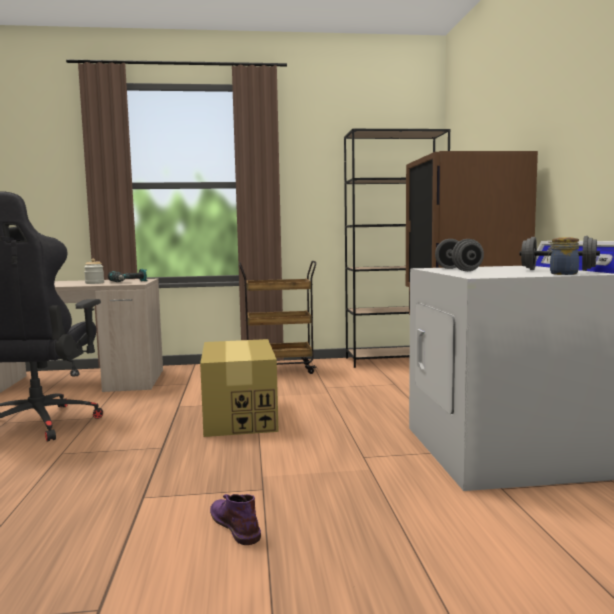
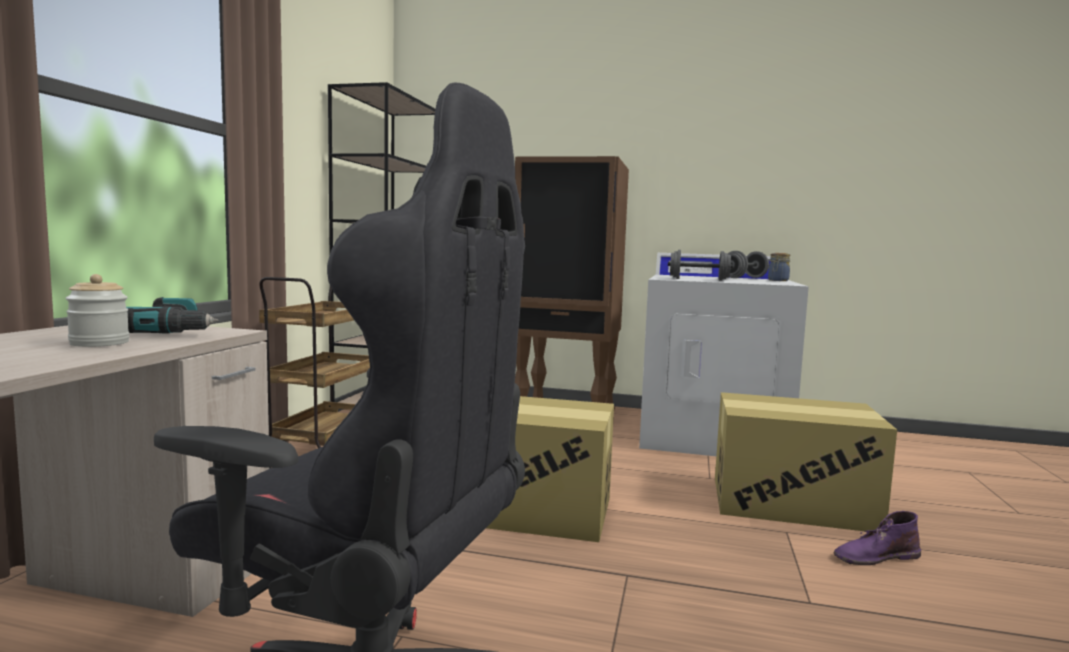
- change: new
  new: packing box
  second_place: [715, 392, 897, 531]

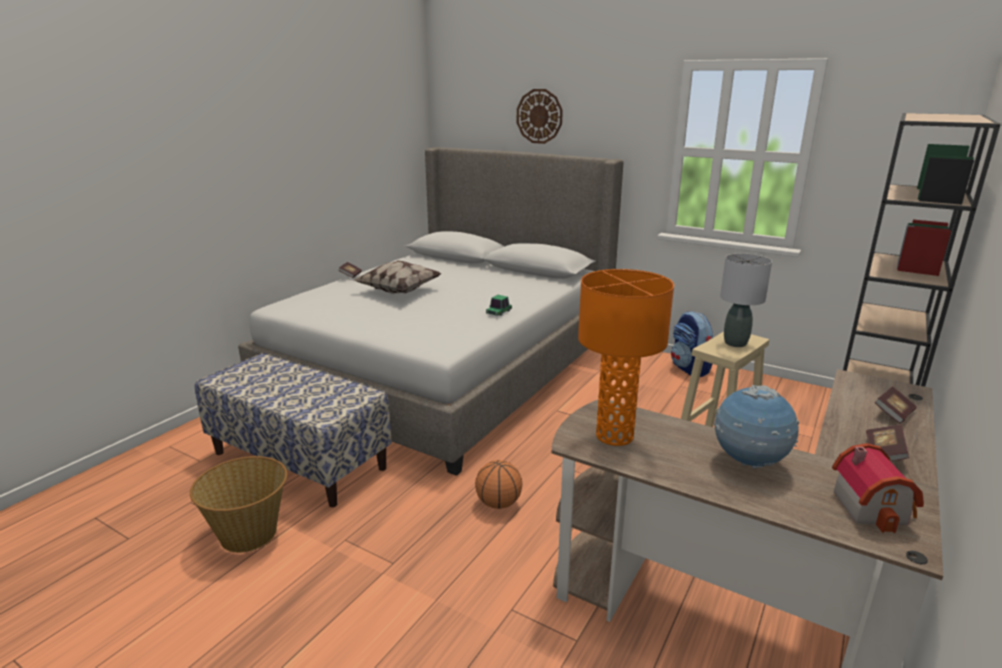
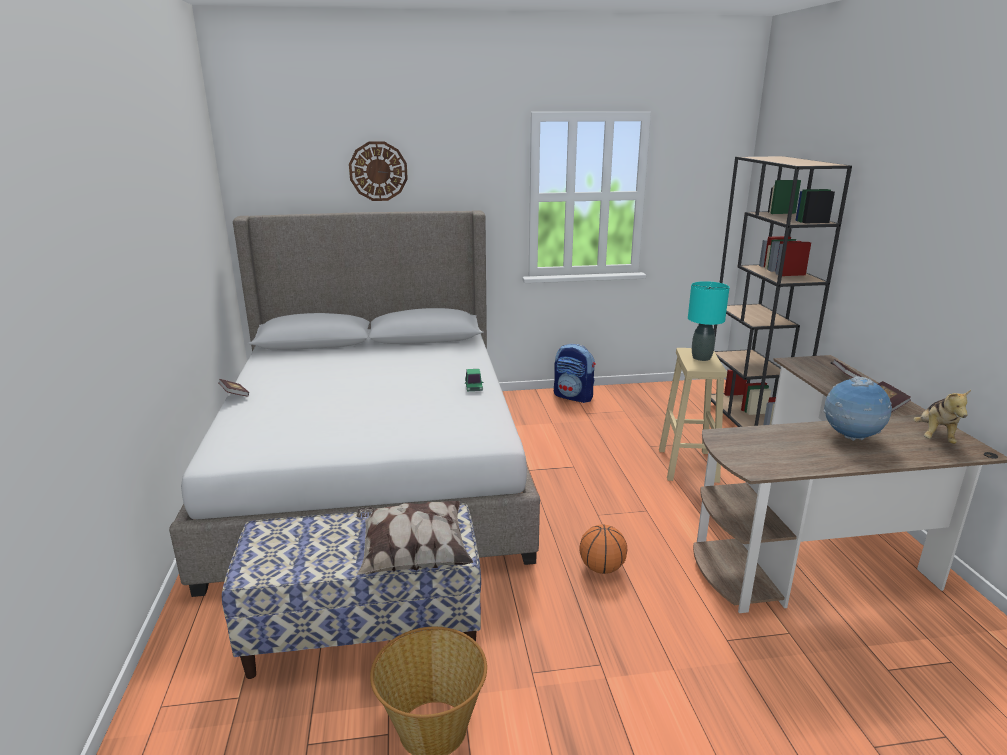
- change: gone
  old: orangey table lamp
  first_place: [578, 269, 674, 446]
- change: shifted
  old: throw pillow
  first_place: [354, 260, 442, 294]
  second_place: [356, 501, 474, 575]
- change: swapped
  old: miniature house
  new: soft toy
  first_place: [832, 443, 924, 533]
  second_place: [913, 390, 971, 444]
- change: repainted
  old: greyish table lamp
  new: blue-green table lamp
  first_place: [720, 253, 772, 347]
  second_place: [688, 281, 729, 361]

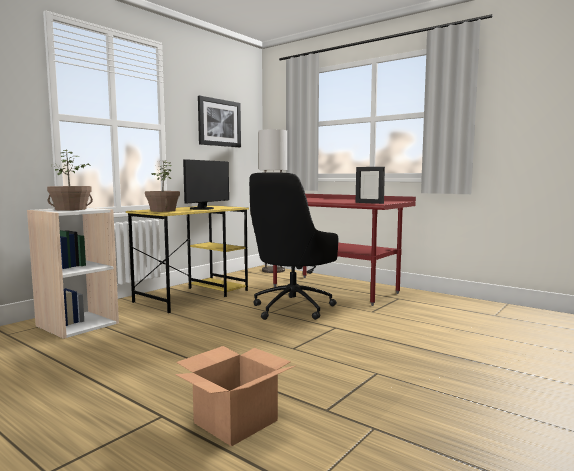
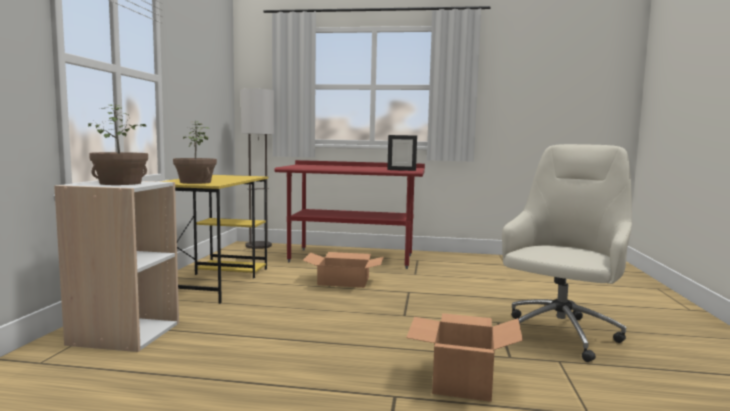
- change: gone
  old: computer display
  first_place: [183, 159, 229, 210]
- change: gone
  old: wall picture
  first_place: [198, 95, 241, 147]
- change: new
  new: beige desk chair
  second_place: [502, 144, 632, 362]
- change: swapped
  old: black desk chair
  new: packing box
  first_place: [249, 172, 339, 320]
  second_place: [303, 252, 384, 288]

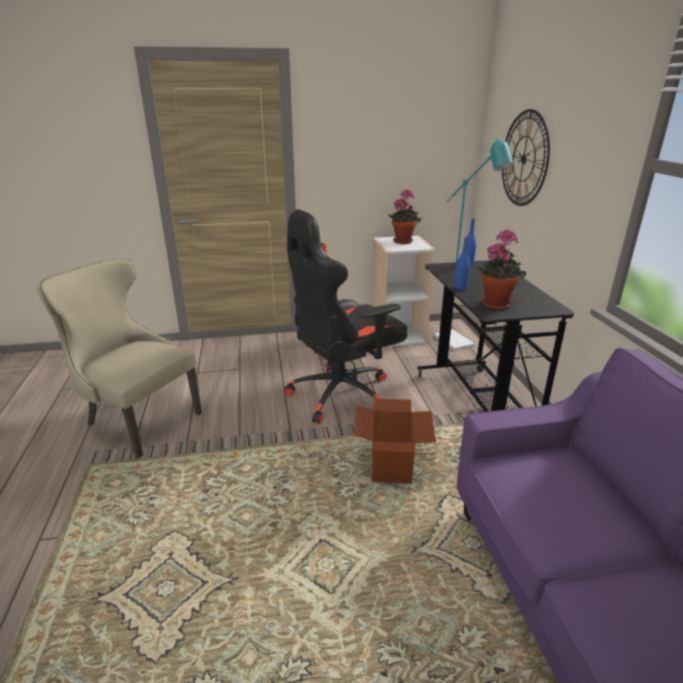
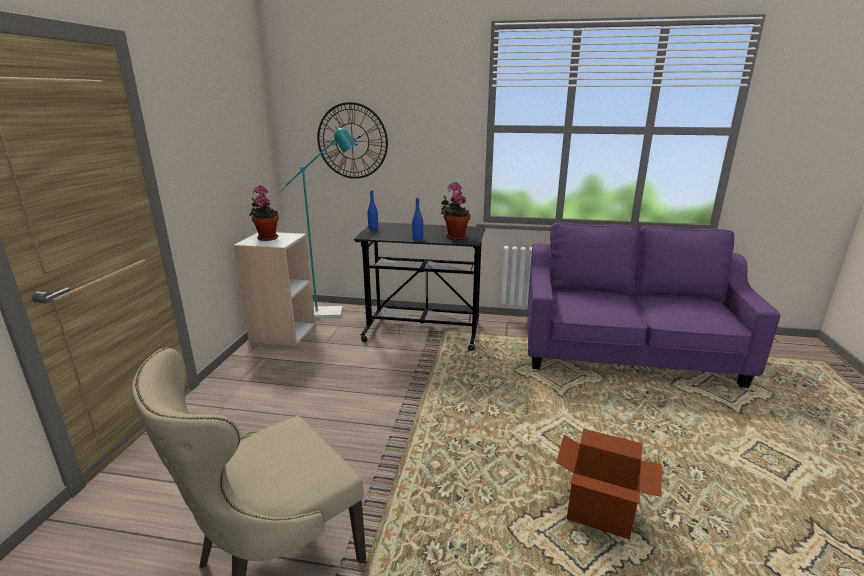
- change: gone
  old: black desk chair
  first_place: [284, 209, 407, 424]
- change: shifted
  old: packing box
  first_place: [354, 398, 436, 483]
  second_place: [556, 429, 662, 540]

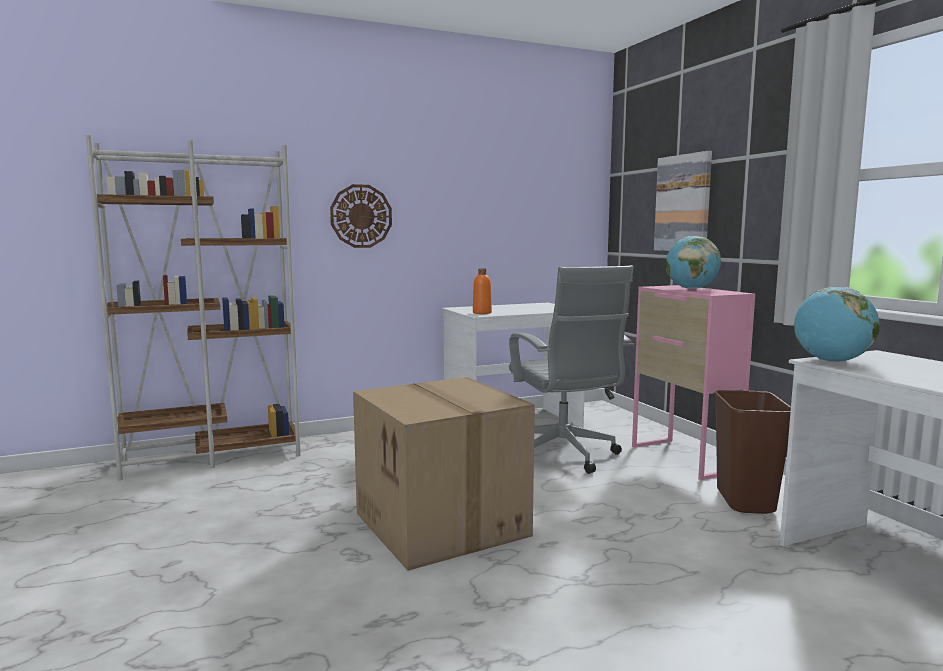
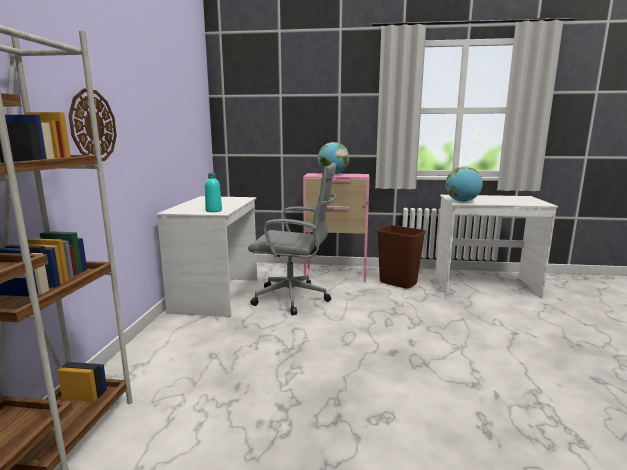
- change: gone
  old: packing box
  first_place: [353, 377, 535, 571]
- change: gone
  old: wall picture
  first_place: [654, 151, 712, 251]
- change: repainted
  old: orangey drink bottle
  new: blue-green drink bottle
  first_place: [473, 269, 492, 314]
  second_place: [205, 173, 222, 212]

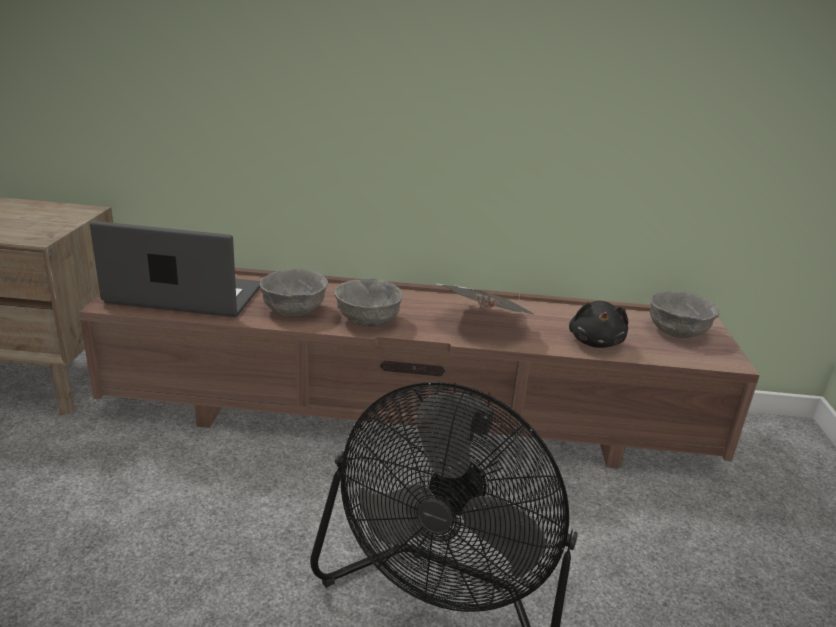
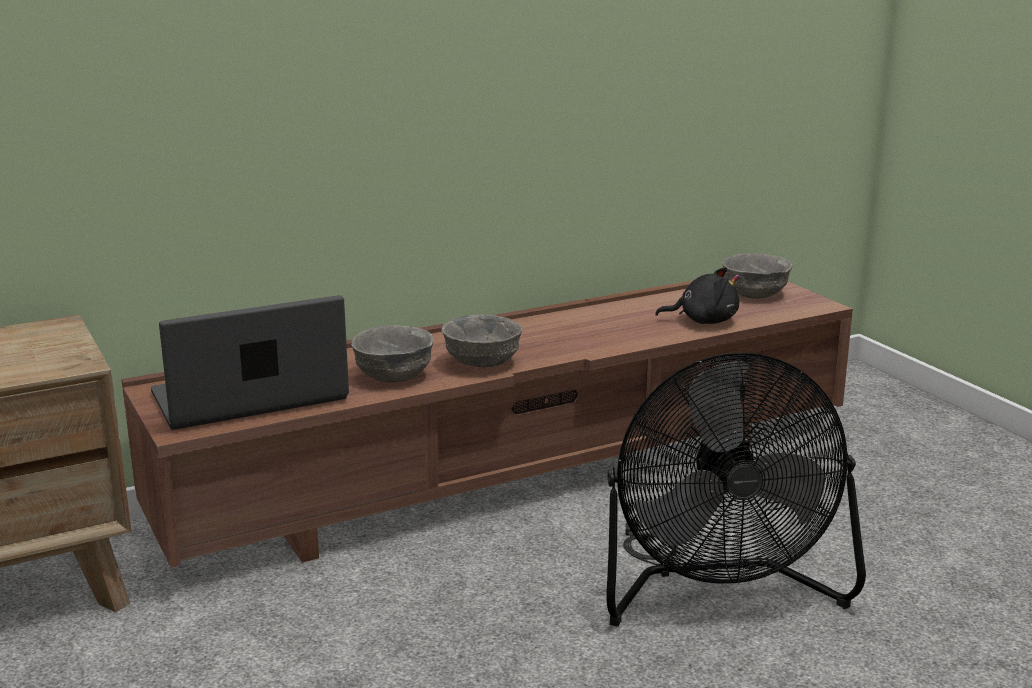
- change: gone
  old: printed paper
  first_place: [436, 283, 533, 314]
- change: rotated
  old: black soft toy
  first_place: [569, 301, 628, 348]
  second_place: [655, 267, 739, 324]
  degrees: -60

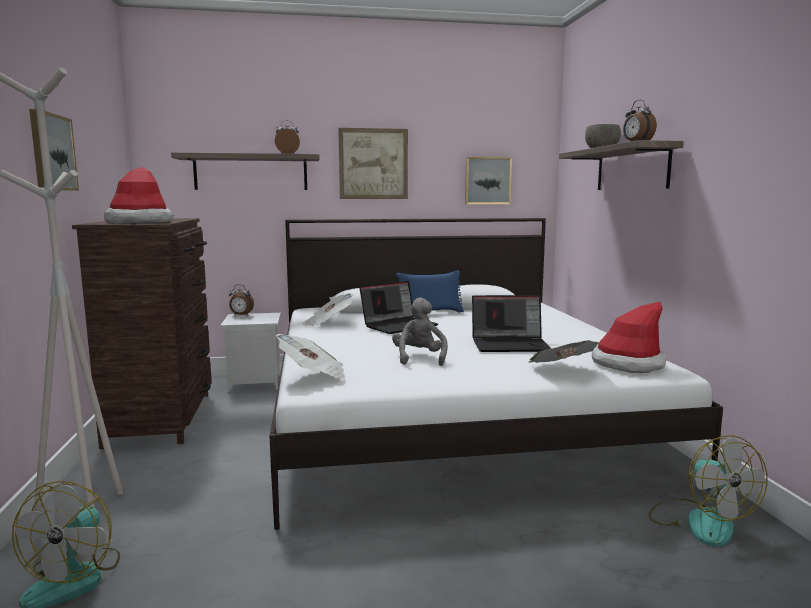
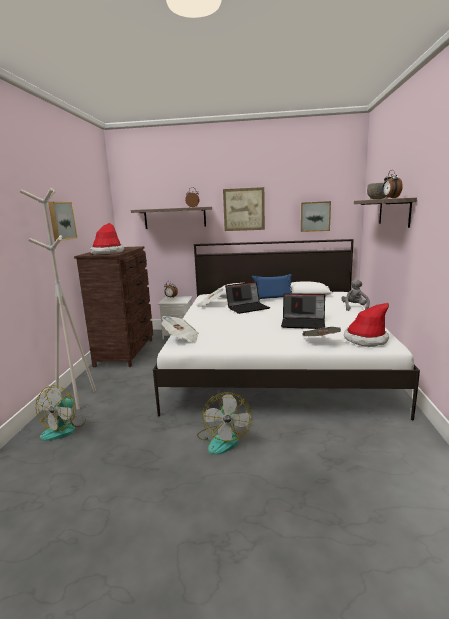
- change: shifted
  old: greyish soft toy
  first_place: [392, 297, 448, 366]
  second_place: [341, 279, 370, 311]
- change: shifted
  old: fan
  first_place: [649, 435, 768, 546]
  second_place: [197, 392, 252, 455]

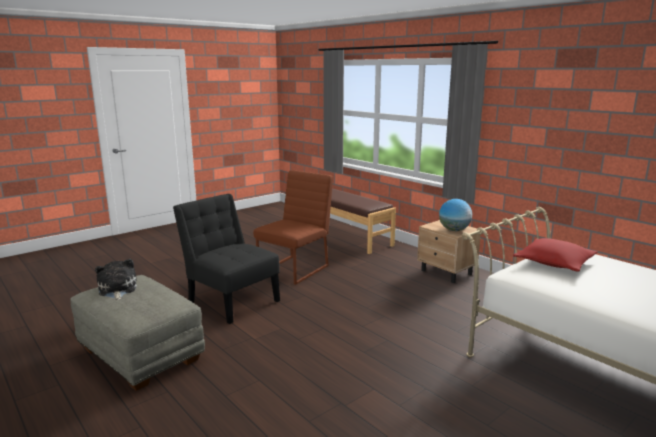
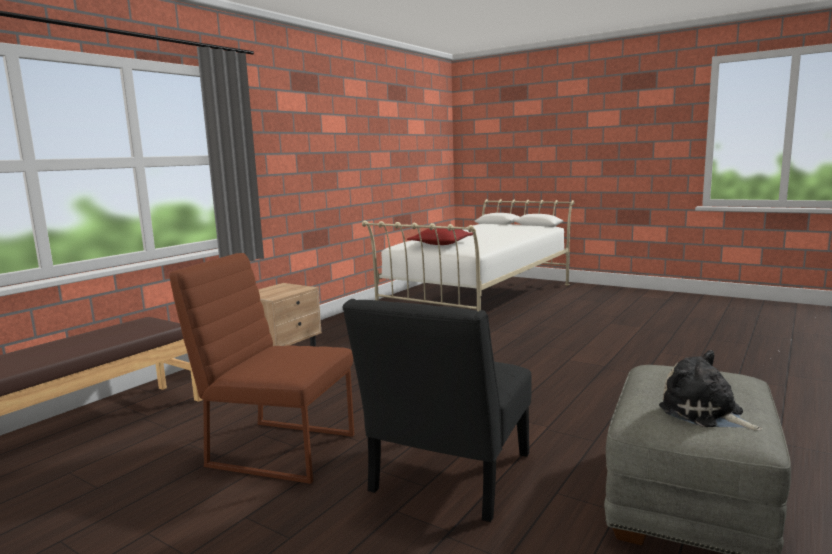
- change: gone
  old: world globe
  first_place: [439, 199, 472, 231]
- change: rotated
  old: soft toy
  first_place: [95, 259, 137, 300]
  second_place: [659, 350, 763, 431]
  degrees: 90

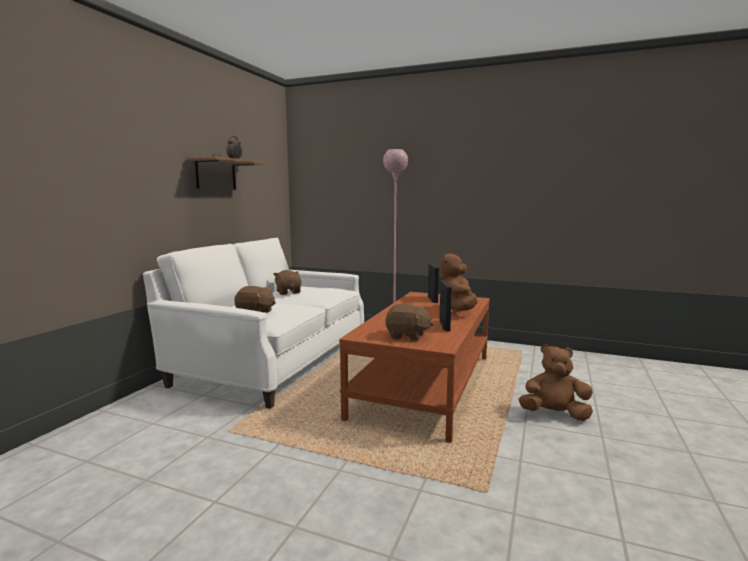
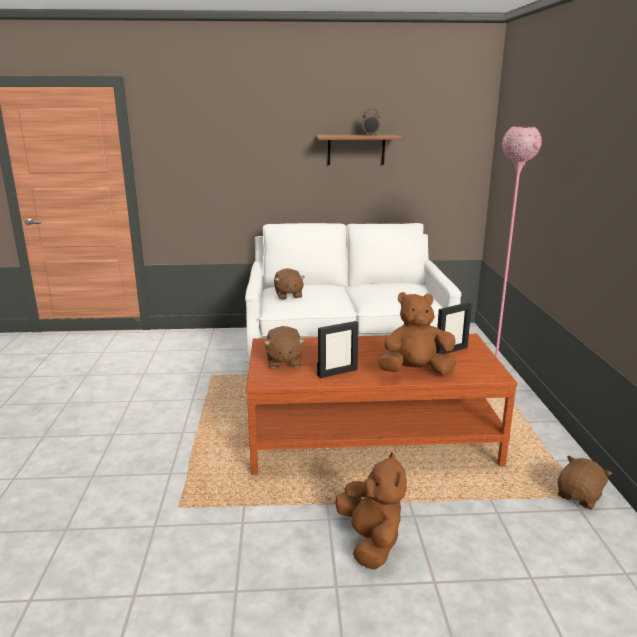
- change: shifted
  old: brown-coloured soft toy
  first_place: [273, 270, 302, 295]
  second_place: [557, 456, 612, 509]

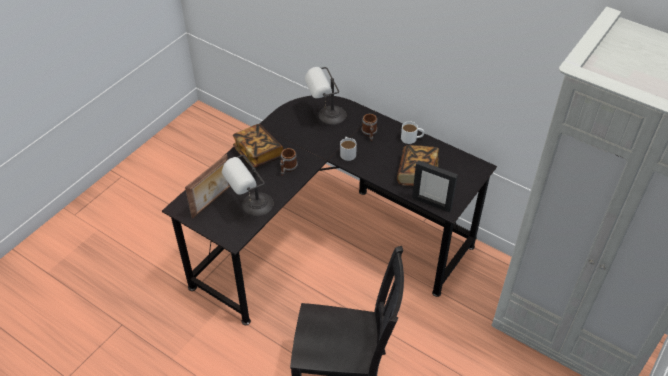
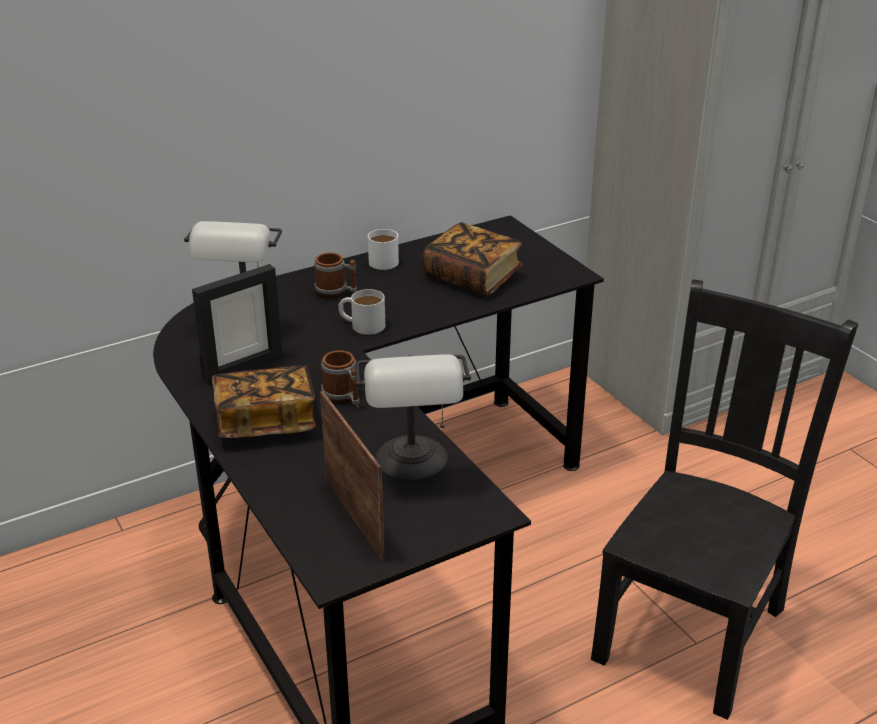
- change: shifted
  old: photo frame
  first_place: [412, 160, 458, 213]
  second_place: [192, 264, 283, 385]

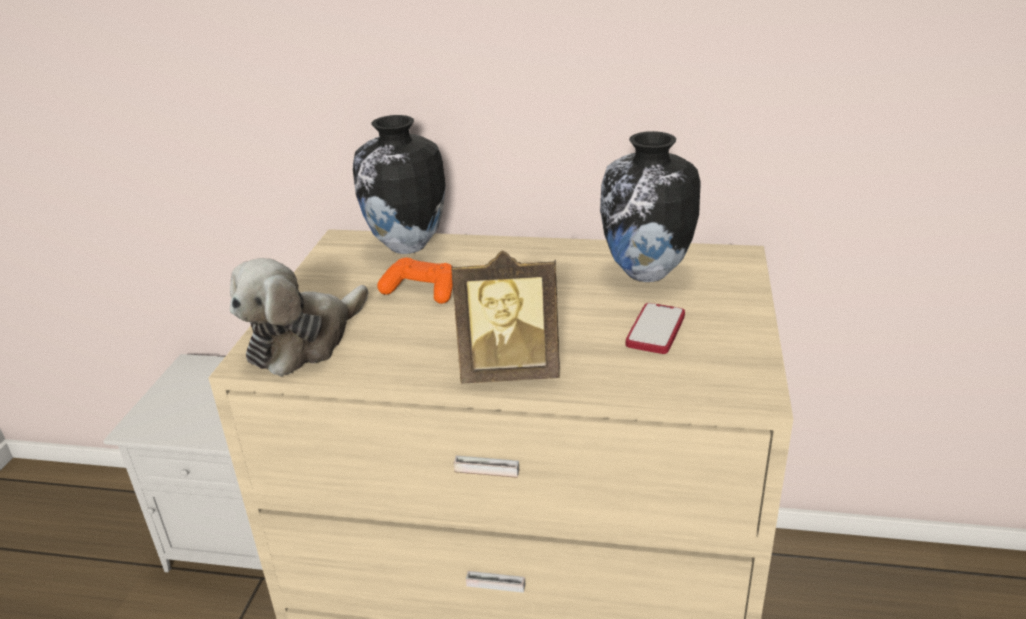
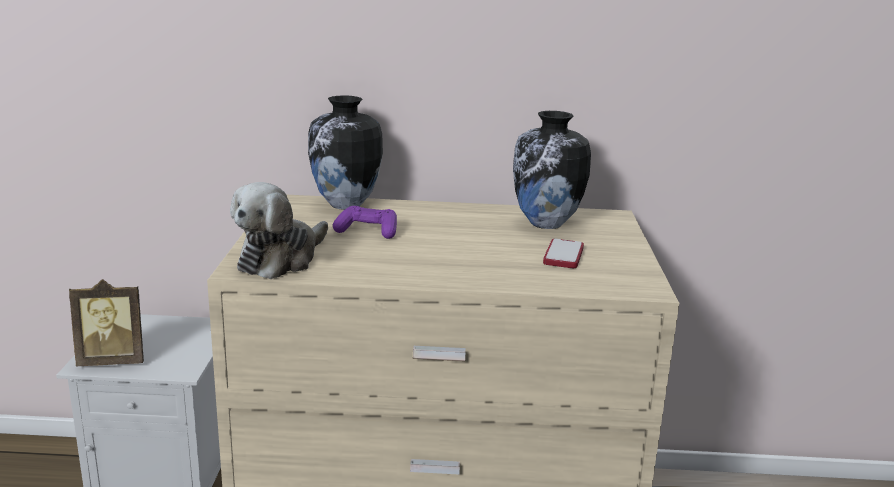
- change: shifted
  old: photo frame
  first_place: [451, 250, 560, 383]
  second_place: [69, 279, 144, 366]
- change: repainted
  old: orangey gamepad
  new: purple gamepad
  first_place: [377, 258, 453, 304]
  second_place: [333, 206, 397, 239]

